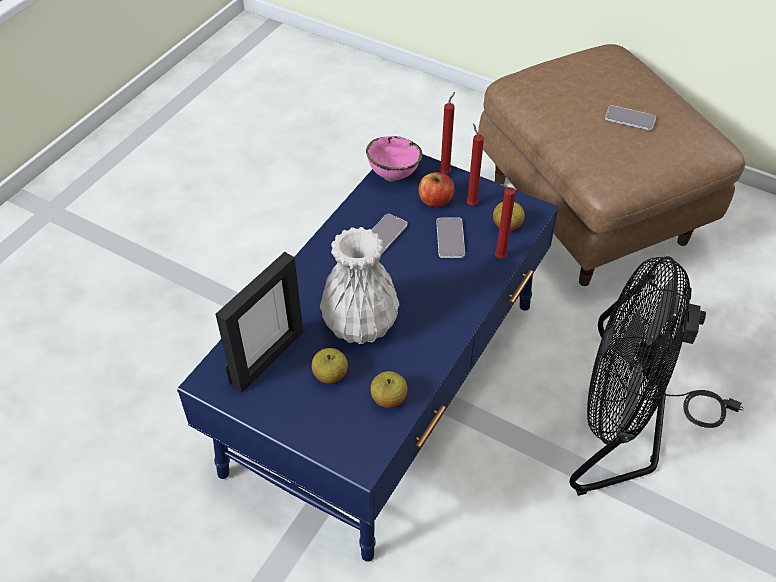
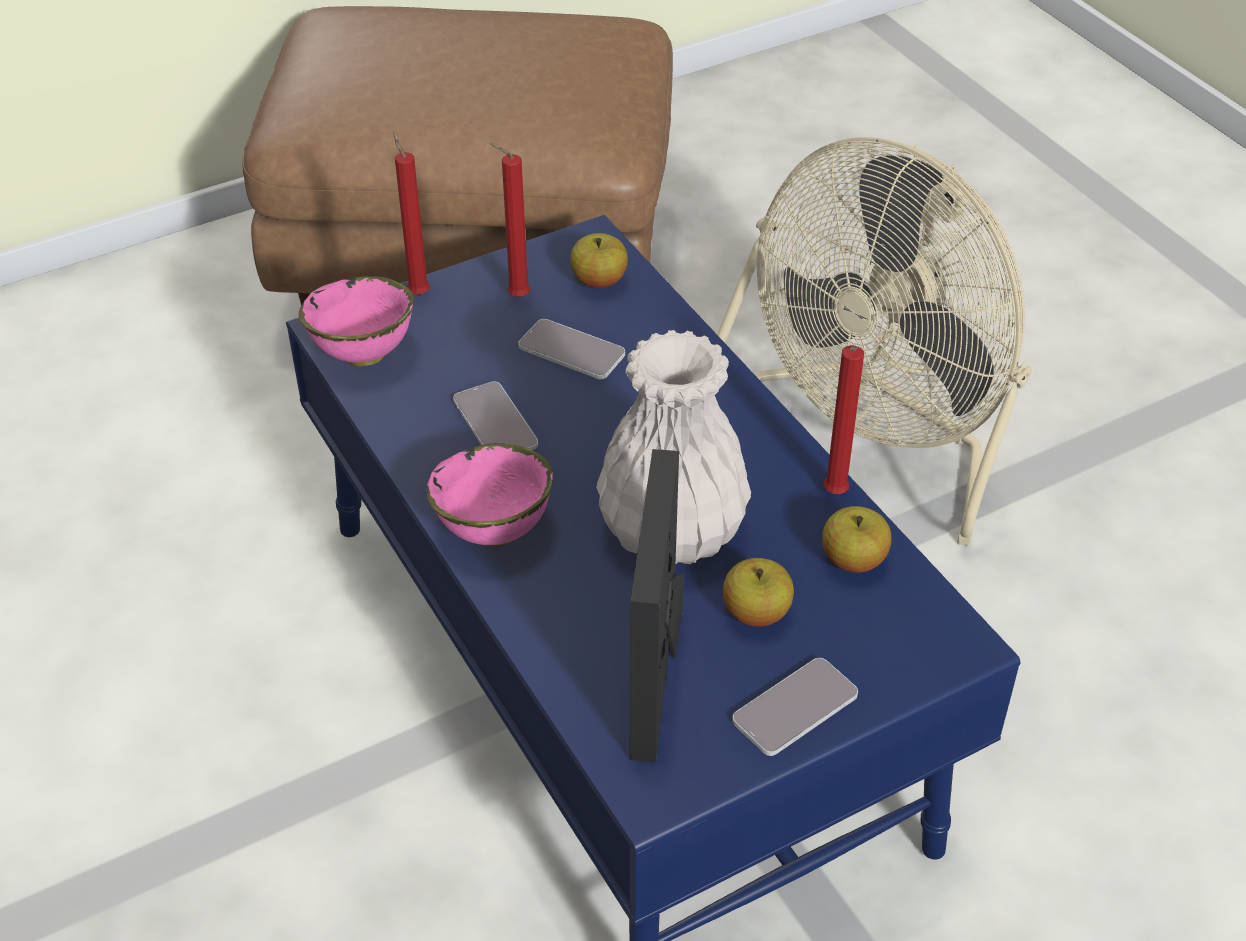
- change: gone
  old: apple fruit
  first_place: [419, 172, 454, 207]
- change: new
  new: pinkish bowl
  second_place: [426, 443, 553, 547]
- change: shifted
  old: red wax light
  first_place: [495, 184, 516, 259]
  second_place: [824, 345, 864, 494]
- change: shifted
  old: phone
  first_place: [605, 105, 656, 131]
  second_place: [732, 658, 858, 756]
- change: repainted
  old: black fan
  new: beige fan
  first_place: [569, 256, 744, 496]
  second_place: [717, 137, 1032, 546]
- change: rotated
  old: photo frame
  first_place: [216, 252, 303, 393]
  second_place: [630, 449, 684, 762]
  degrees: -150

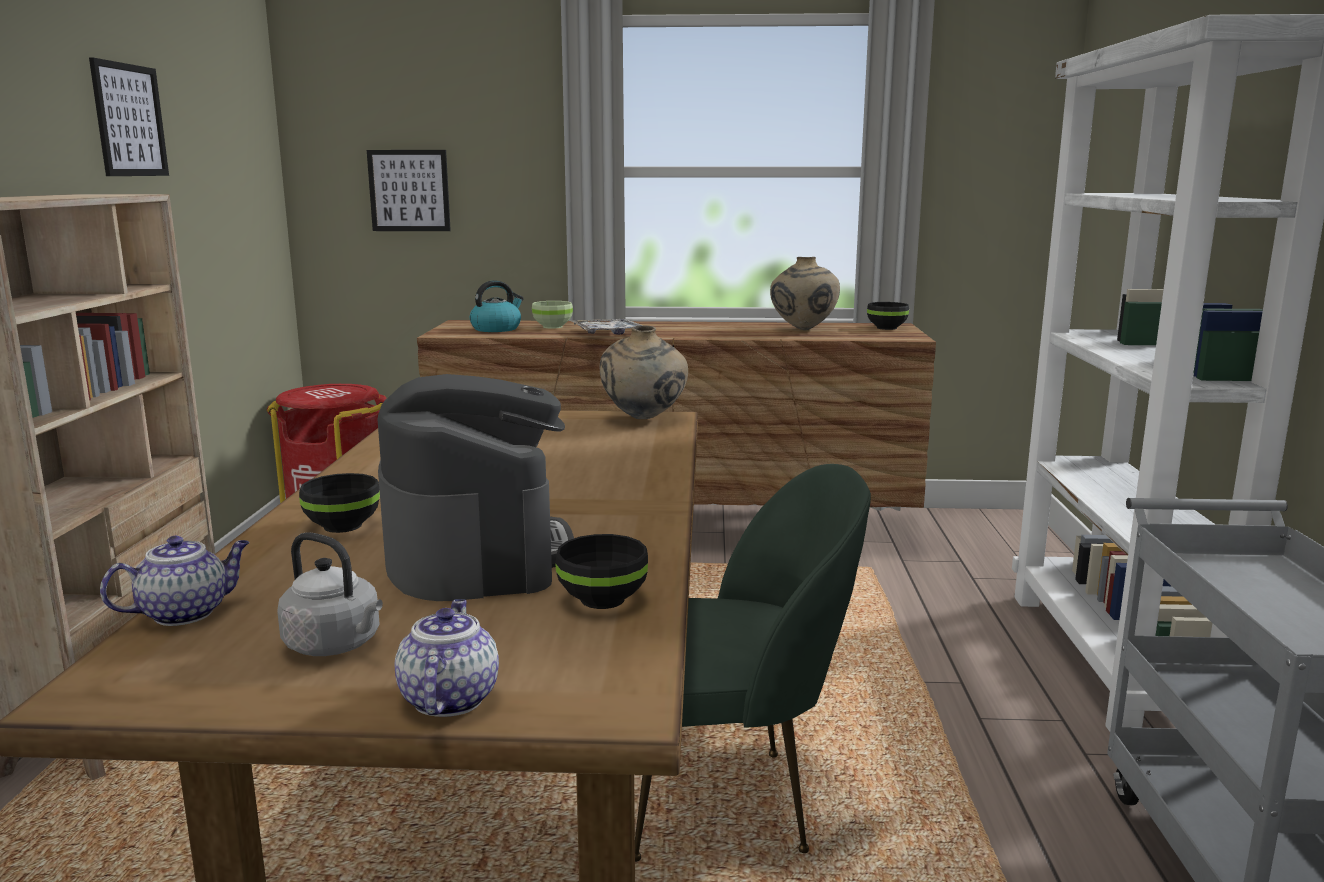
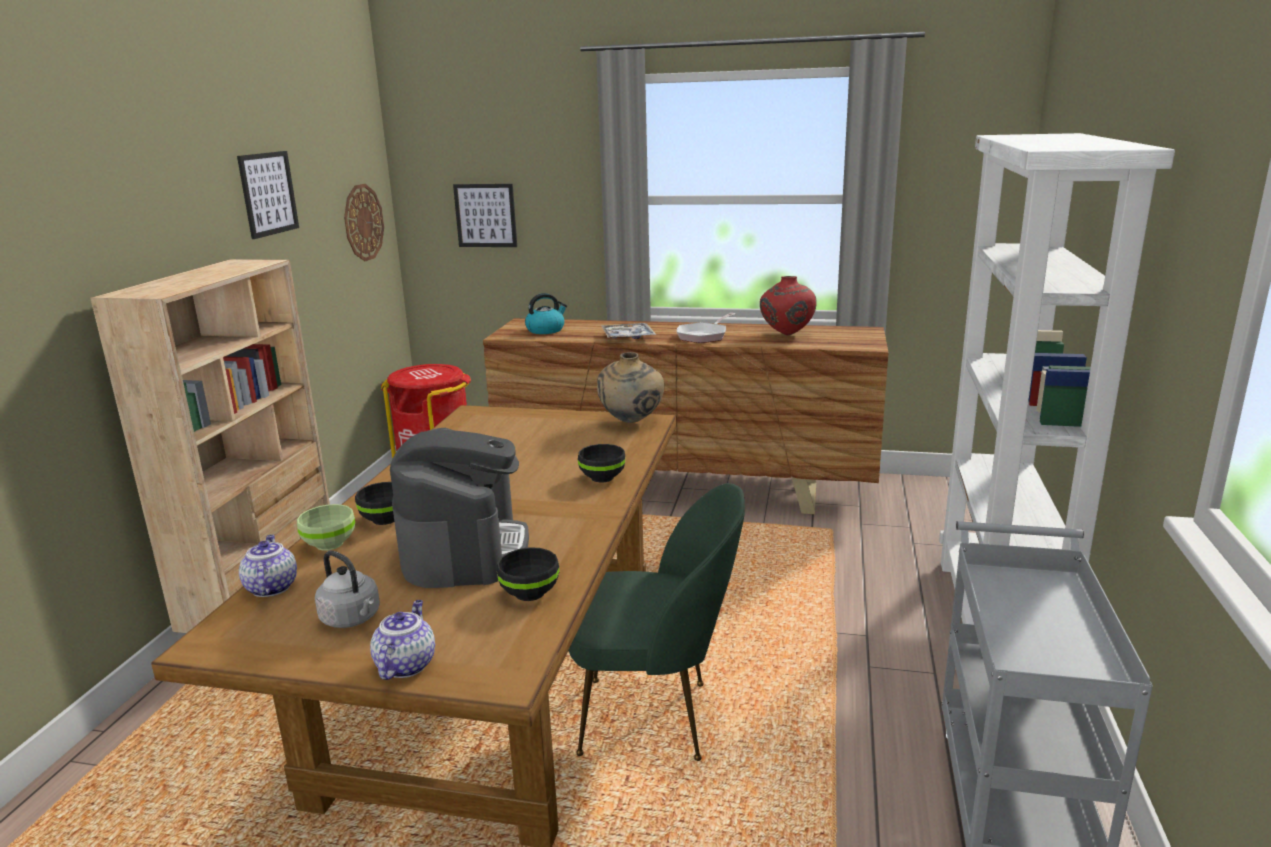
- change: new
  new: hanging clock
  second_place: [344, 184, 384, 261]
- change: new
  new: pan
  second_place: [677, 313, 735, 343]
- change: shifted
  old: greenish bowl
  first_place: [532, 301, 573, 328]
  second_place: [297, 504, 355, 551]
- change: shifted
  old: black bowl
  first_place: [867, 302, 909, 330]
  second_place: [578, 444, 625, 482]
- change: repainted
  old: beige vase
  new: red vase
  first_place: [770, 257, 840, 330]
  second_place: [760, 276, 817, 335]
- change: rotated
  old: pot for tea
  first_place: [100, 535, 250, 626]
  second_place: [239, 535, 297, 597]
  degrees: -75

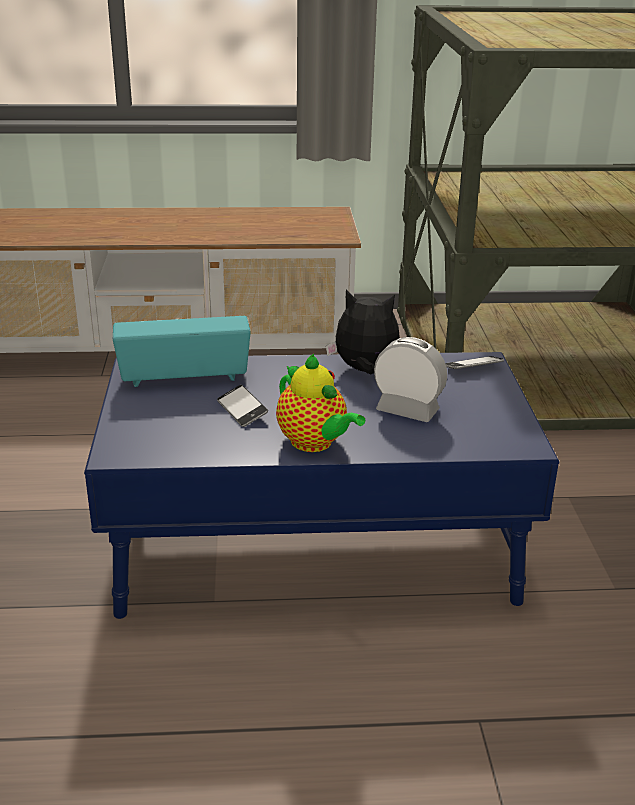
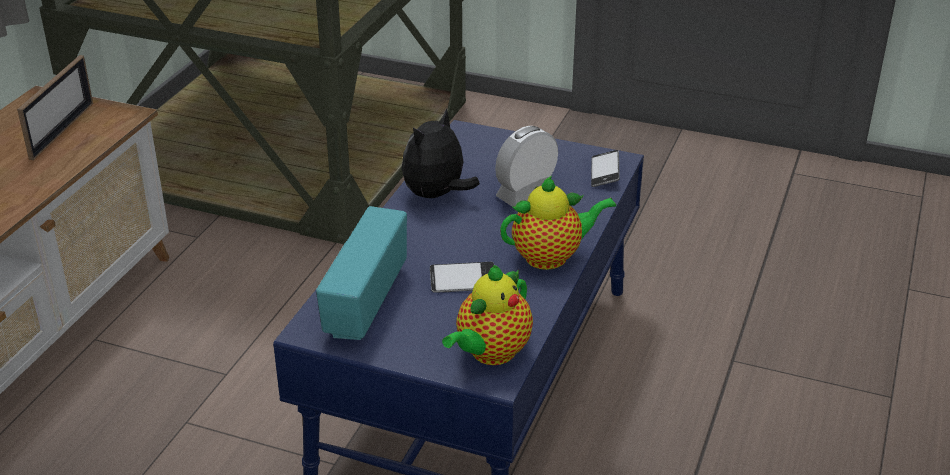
- change: new
  new: photo frame
  second_place: [17, 55, 93, 160]
- change: new
  new: pot for tea
  second_place: [442, 265, 533, 365]
- change: shifted
  old: phone
  first_place: [445, 356, 504, 369]
  second_place: [591, 150, 620, 187]

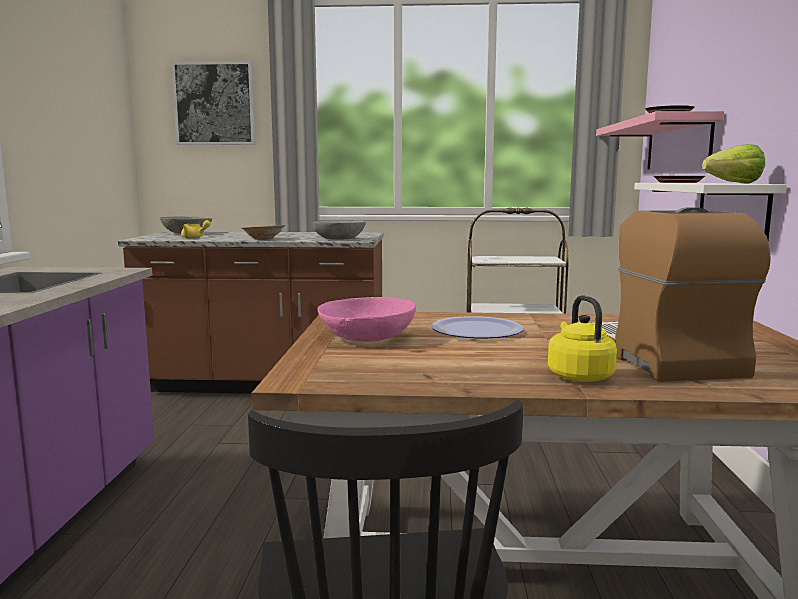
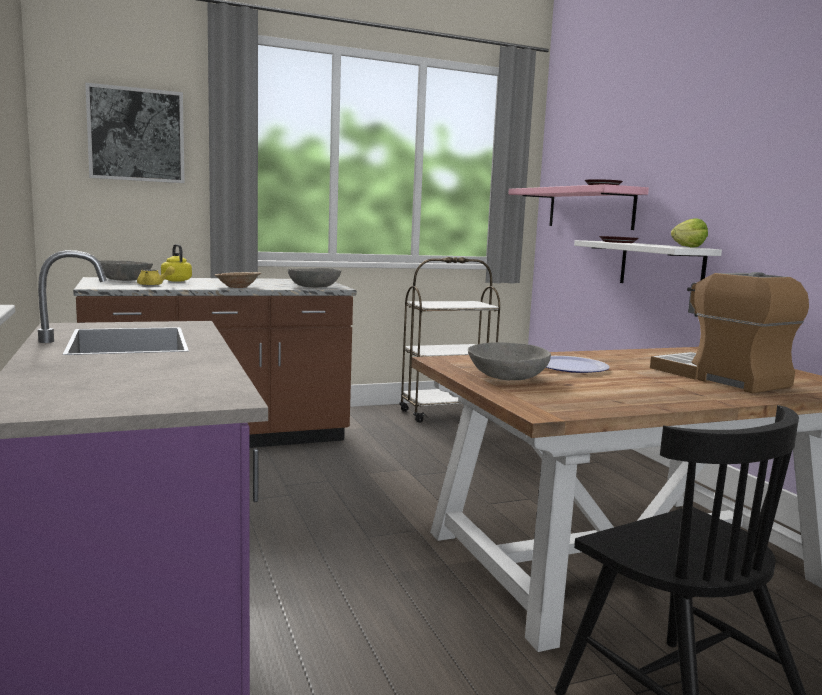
- change: shifted
  old: yellow kettle
  first_place: [548, 295, 617, 382]
  second_place: [161, 244, 192, 282]
- change: repainted
  old: pinkish bowl
  new: greyish bowl
  first_place: [318, 297, 416, 342]
  second_place: [468, 342, 551, 380]

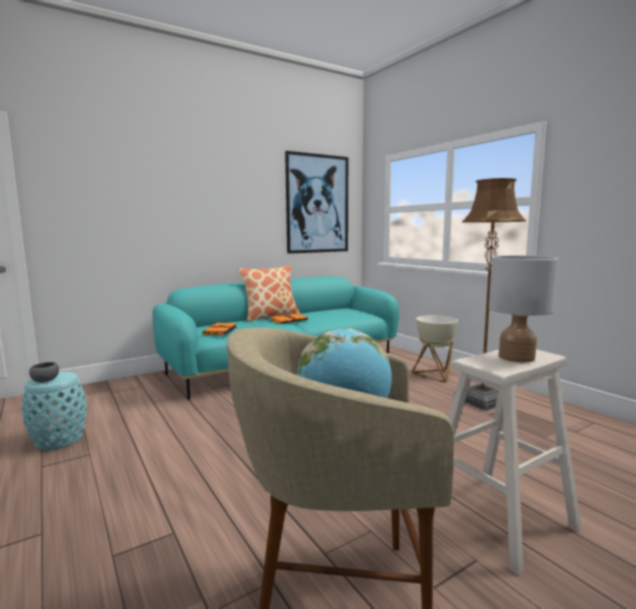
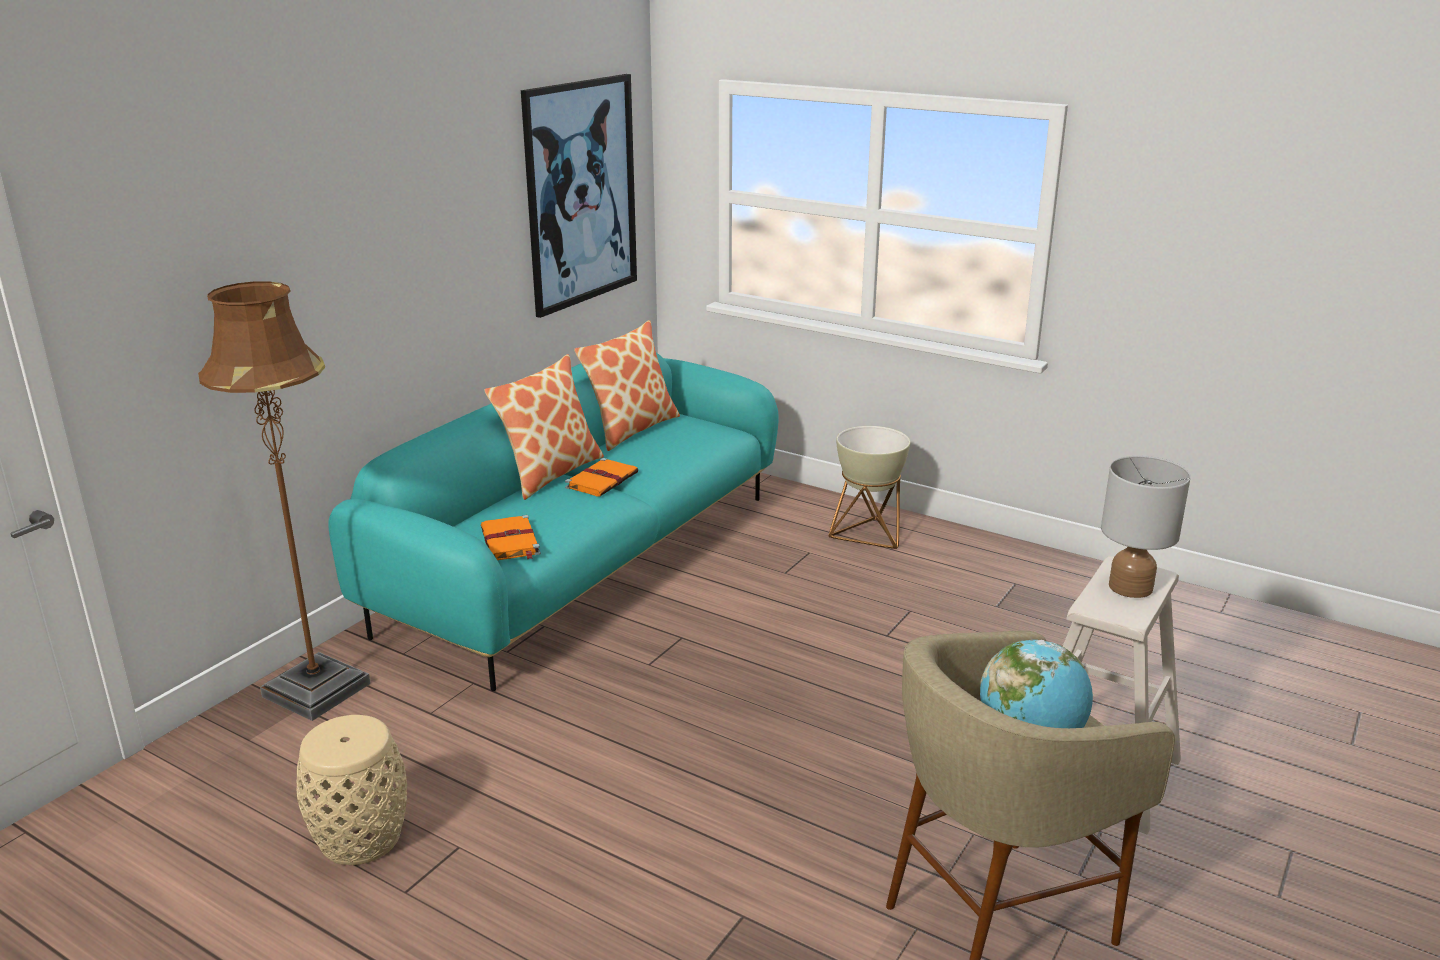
- change: gone
  old: greyish bowl
  first_place: [29, 362, 59, 383]
- change: new
  new: throw pillow
  second_place: [574, 320, 680, 451]
- change: shifted
  old: brown-coloured standing lamp
  first_place: [454, 178, 526, 411]
  second_place: [198, 281, 371, 721]
- change: repainted
  old: blue-green sitting stool
  new: beige sitting stool
  first_place: [22, 372, 87, 450]
  second_place: [296, 715, 407, 865]

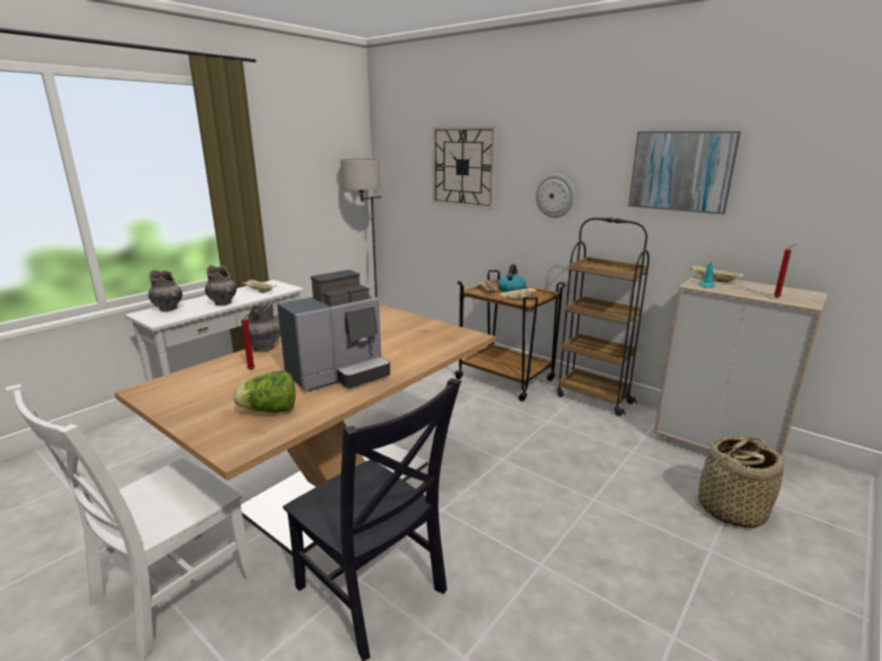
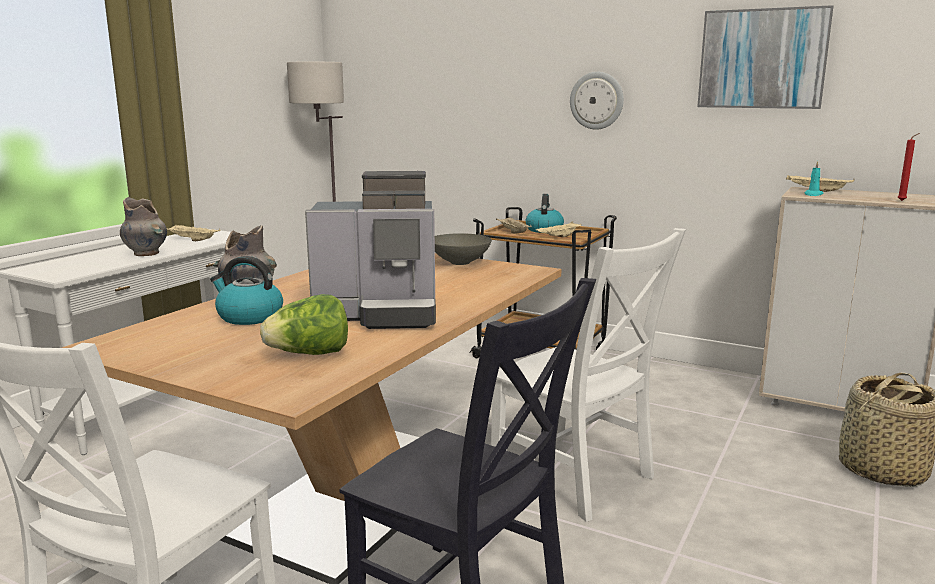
- change: gone
  old: greyish vase
  first_place: [148, 270, 182, 311]
- change: gone
  old: hanging clock
  first_place: [432, 126, 497, 210]
- change: gone
  old: brown-coloured wheeled cart
  first_place: [557, 218, 649, 416]
- change: new
  new: greyish bowl
  second_place: [435, 233, 492, 265]
- change: new
  new: white chair
  second_place: [491, 228, 686, 522]
- change: swapped
  old: red wax light
  new: kettle
  first_place: [241, 315, 255, 370]
  second_place: [210, 256, 283, 325]
- change: rotated
  old: coffee machine
  first_place: [277, 270, 390, 391]
  second_place: [305, 171, 436, 329]
  degrees: 45

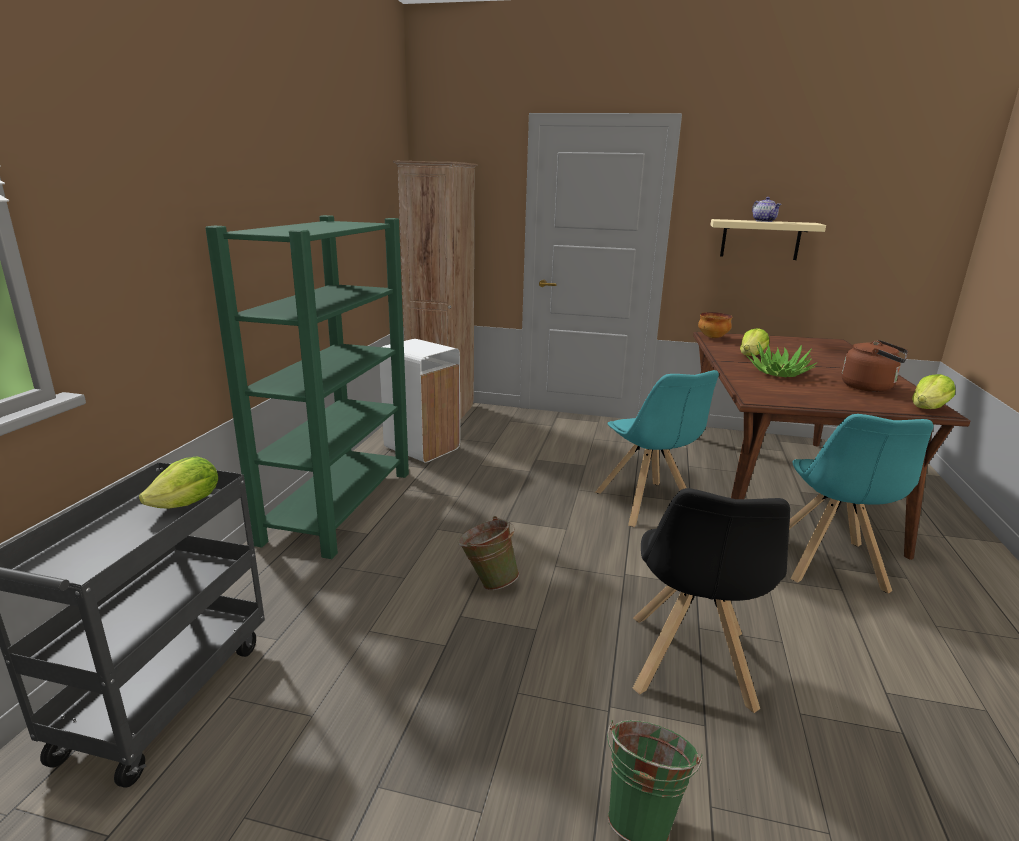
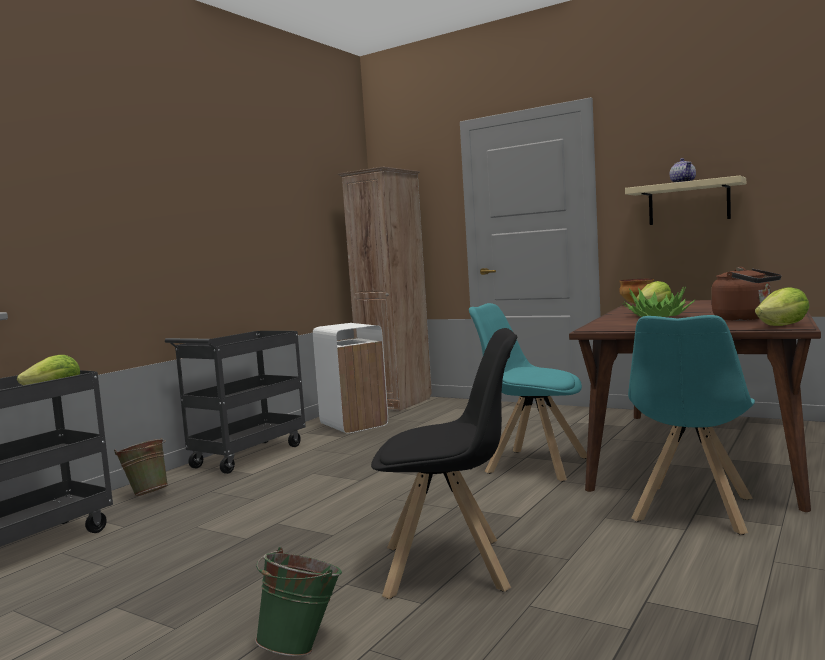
- change: shifted
  old: greenish bucket
  first_place: [458, 516, 519, 590]
  second_place: [114, 438, 168, 496]
- change: swapped
  old: greenish bookshelf
  new: greyish wheeled cart
  first_place: [205, 215, 409, 559]
  second_place: [165, 331, 306, 474]
- change: rotated
  old: blue-green chair
  first_place: [595, 370, 719, 527]
  second_place: [469, 303, 587, 482]
  degrees: 120
- change: rotated
  old: black chair
  first_place: [633, 488, 790, 713]
  second_place: [371, 328, 517, 599]
  degrees: -120

